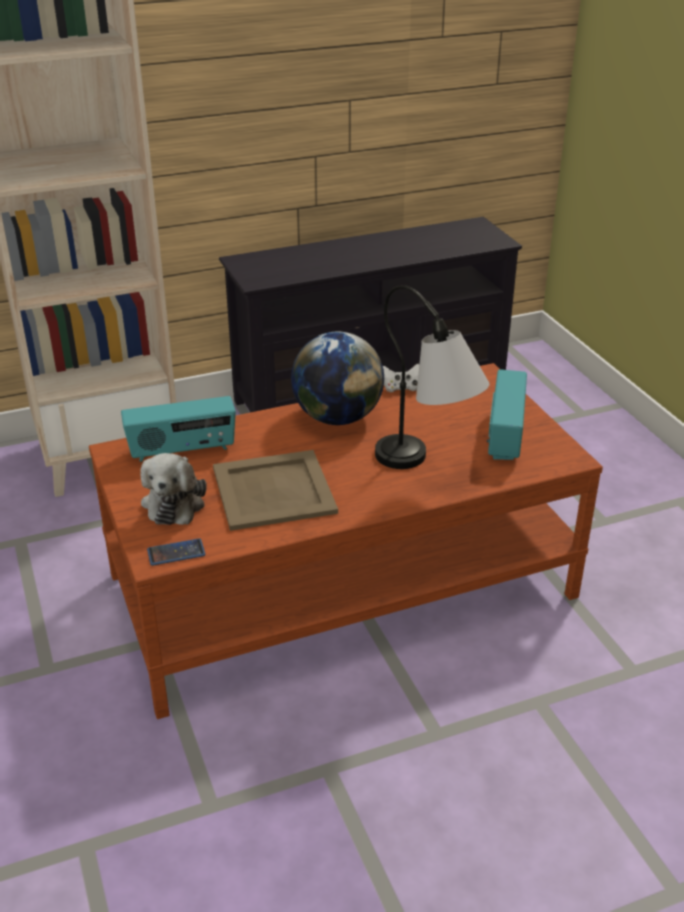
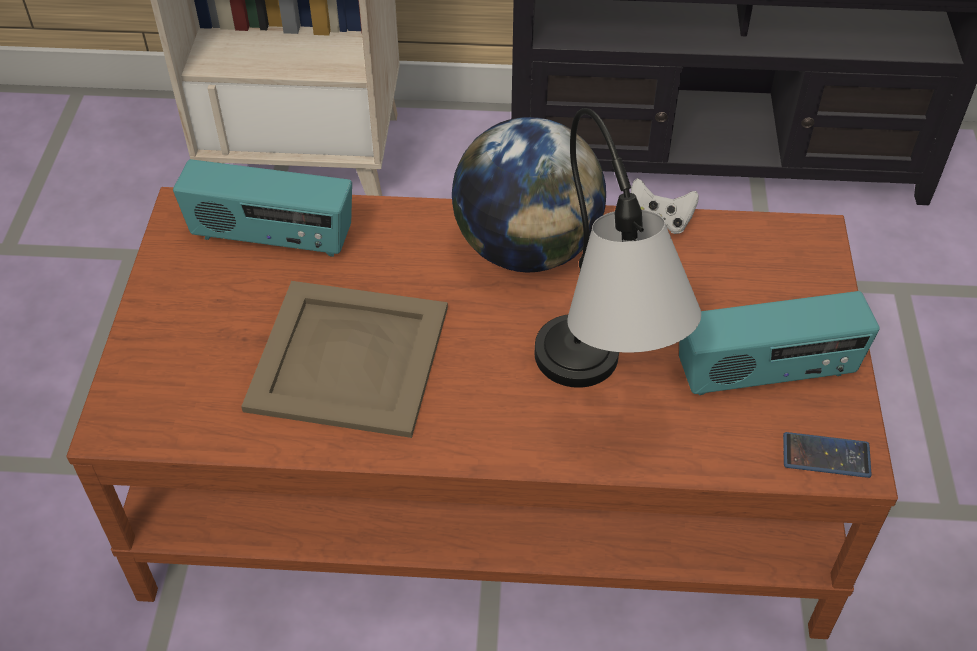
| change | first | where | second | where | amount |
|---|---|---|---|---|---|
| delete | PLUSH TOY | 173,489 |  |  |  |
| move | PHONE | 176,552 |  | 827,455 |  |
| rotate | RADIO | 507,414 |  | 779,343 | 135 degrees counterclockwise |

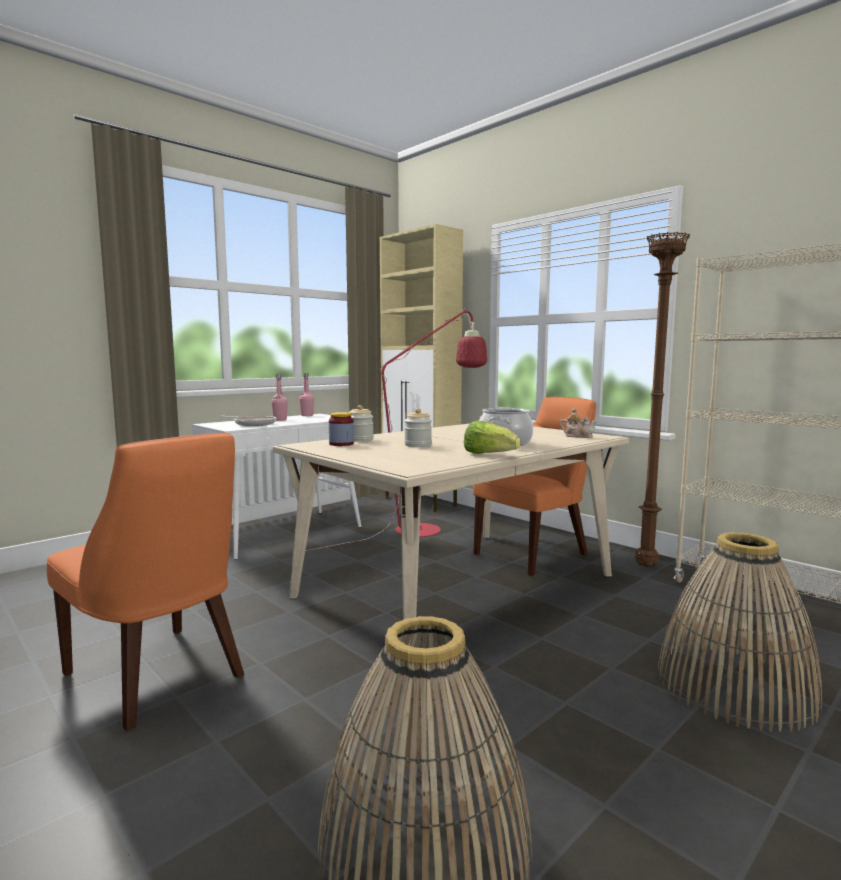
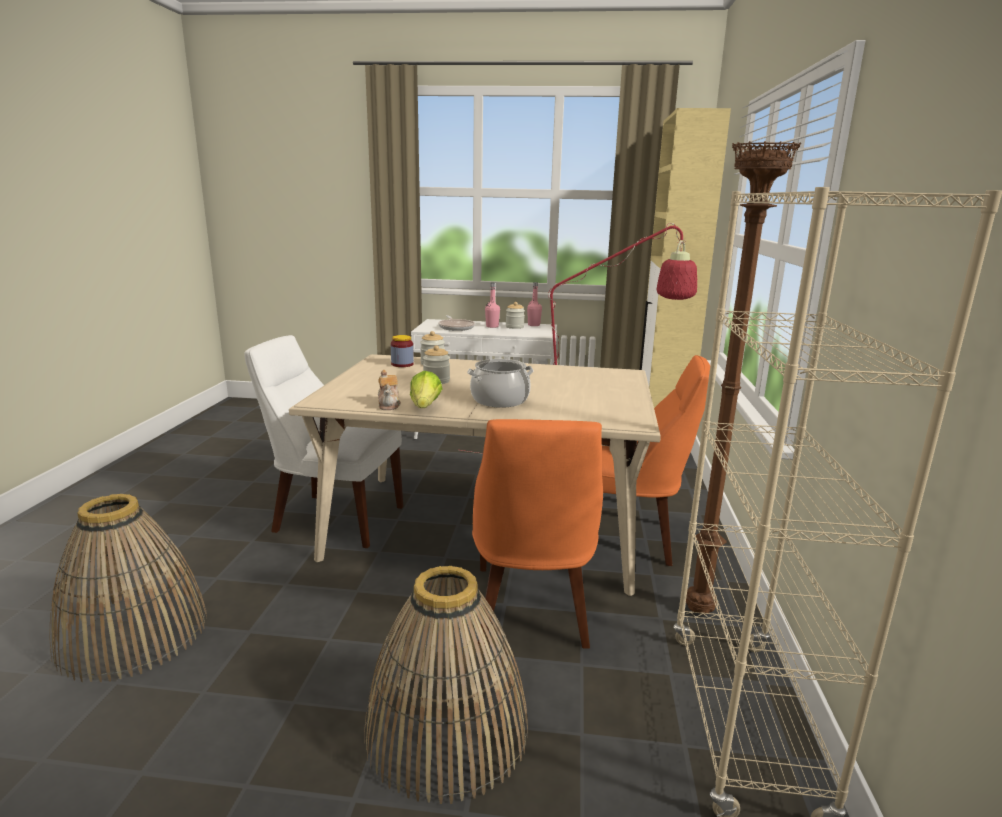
| change | first | where | second | where | amount |
|---|---|---|---|---|---|
| move | ORANGE CHAIR | 145,582 |  | 537,534 |  |
| move | TEAPOT | 578,423 |  | 389,390 |  |
| insert |  |  | WHITE CHAIR | 323,441 |  |
| insert |  |  | JAR | 515,315 |  |

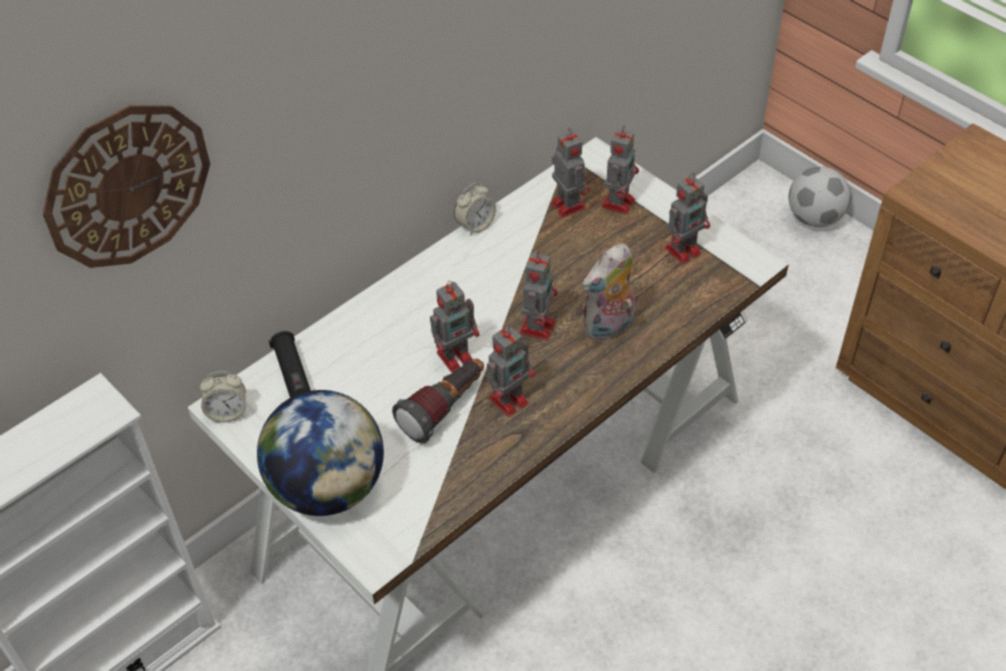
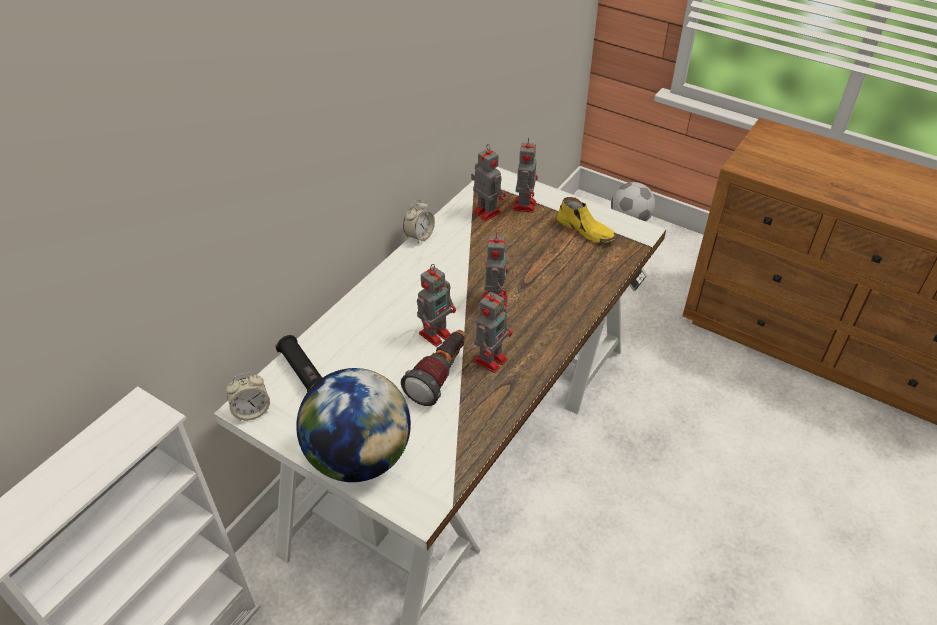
| change | first | where | second | where | amount |
|---|---|---|---|---|---|
| delete | WALL CLOCK | 126,186 |  |  |  |
| delete | PLUSH TOY | 608,293 |  |  |  |
| replace | TOY ROBOT | 687,218 | YELLOW SHOE | 586,220 |  |

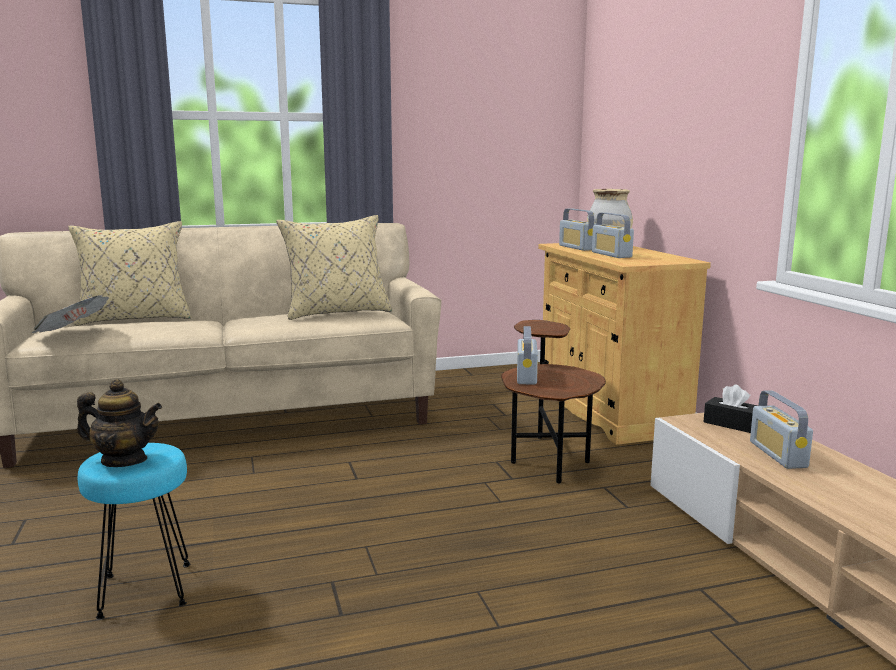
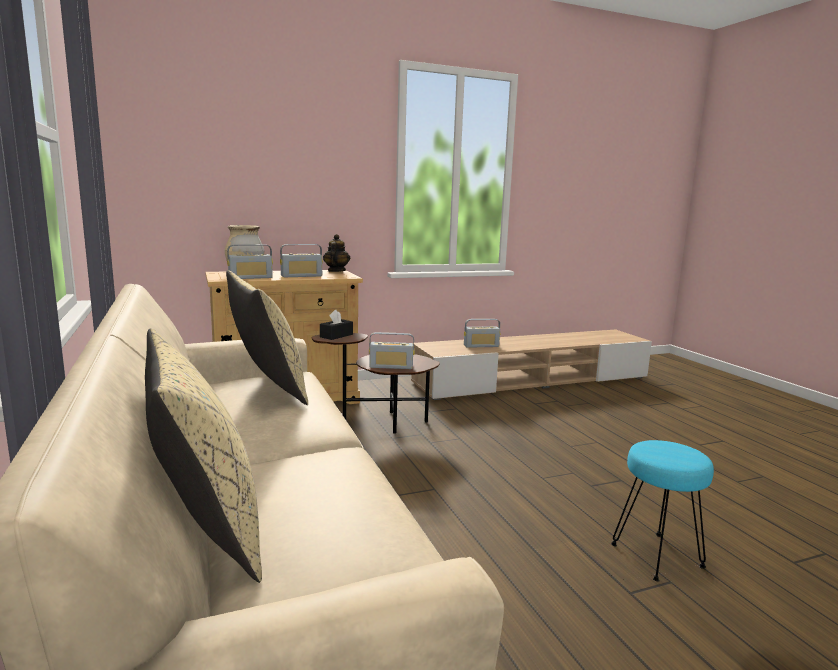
| change | first | where | second | where | amount |
|---|---|---|---|---|---|
| delete | NEWSPAPER | 70,314 |  |  |  |
| move | TEAPOT | 119,423 |  | 336,253 |  |
| move | BLACK TISSUE BOX | 731,409 |  | 336,325 |  |

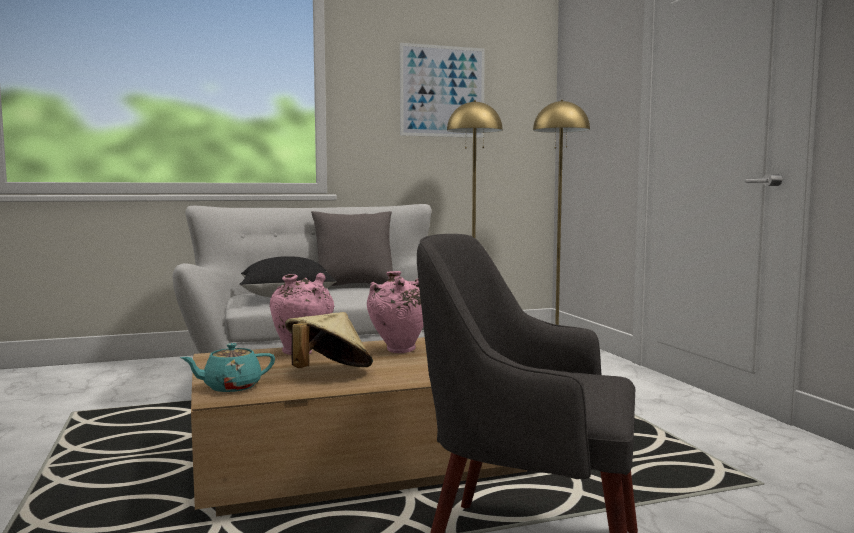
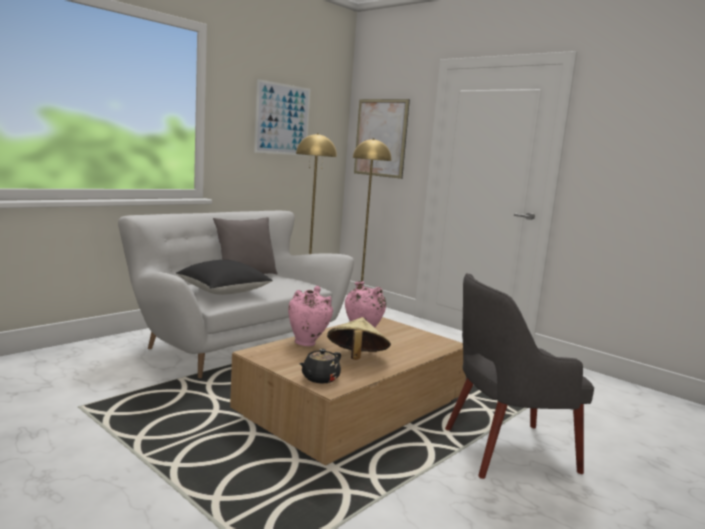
| change | first | where | second | where | amount |
|---|---|---|---|---|---|
| recolor | TURQUOISE TEAPOT | 227,367 | BLACK TEAPOT | 320,366 |  |
| insert |  |  | PICTURE | 382,139 |  |

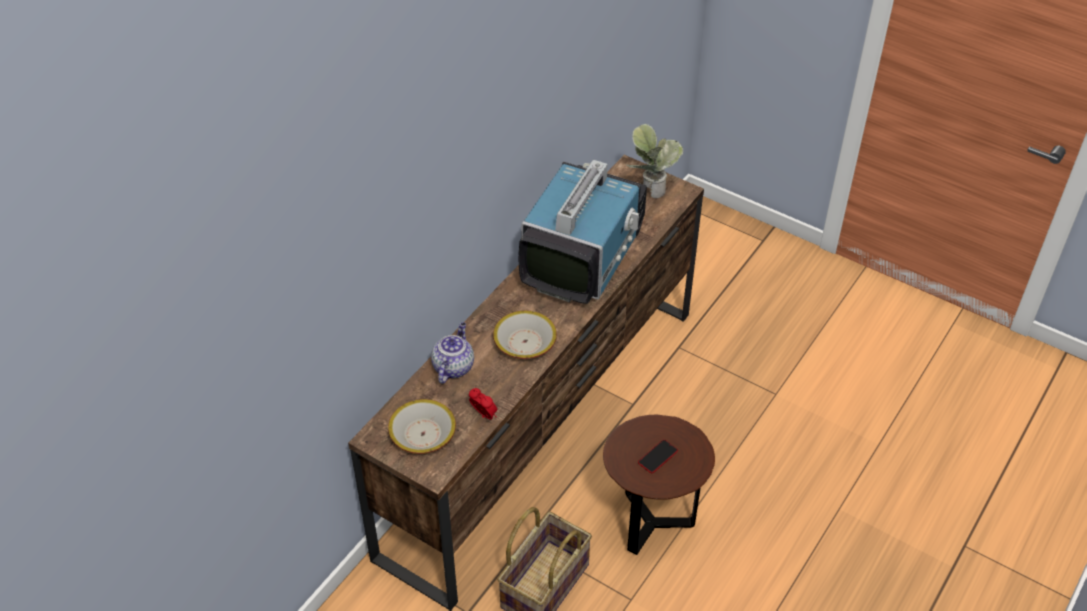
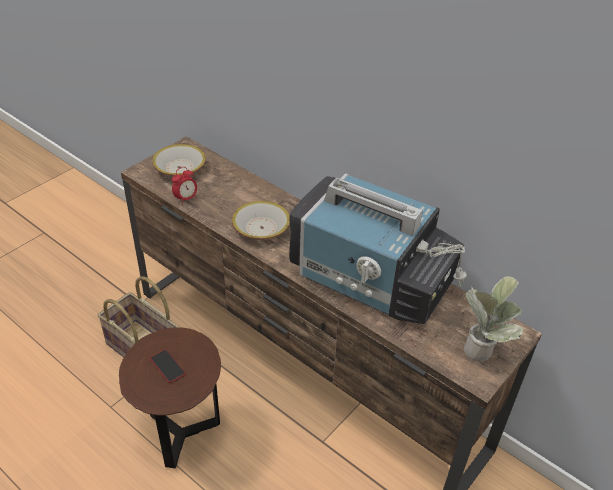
| change | first | where | second | where | amount |
|---|---|---|---|---|---|
| delete | TEAPOT | 452,353 |  |  |  |

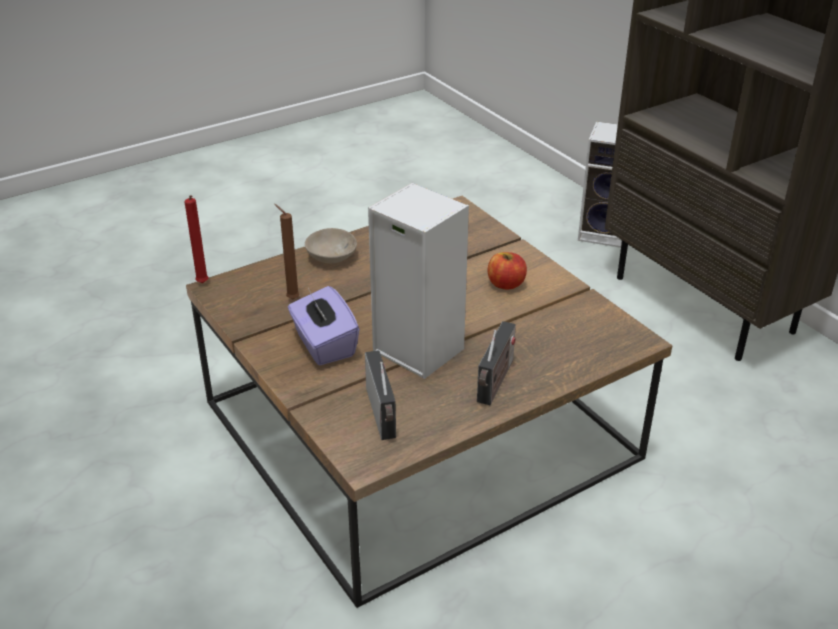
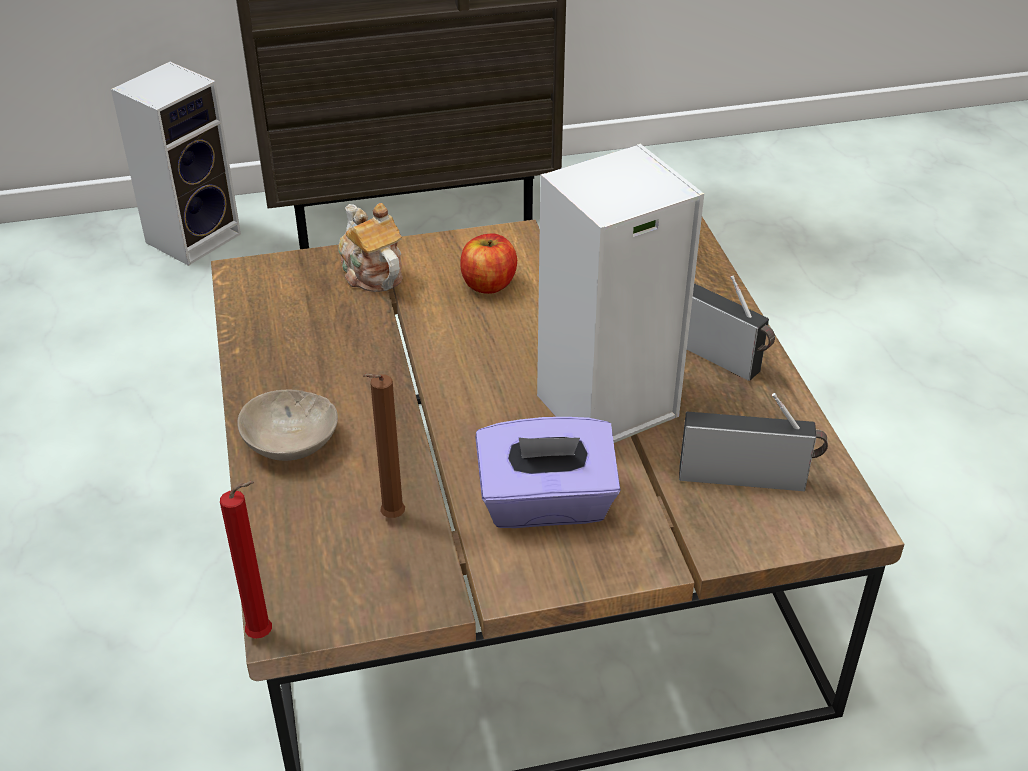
| change | first | where | second | where | amount |
|---|---|---|---|---|---|
| insert |  |  | TEAPOT | 370,247 |  |

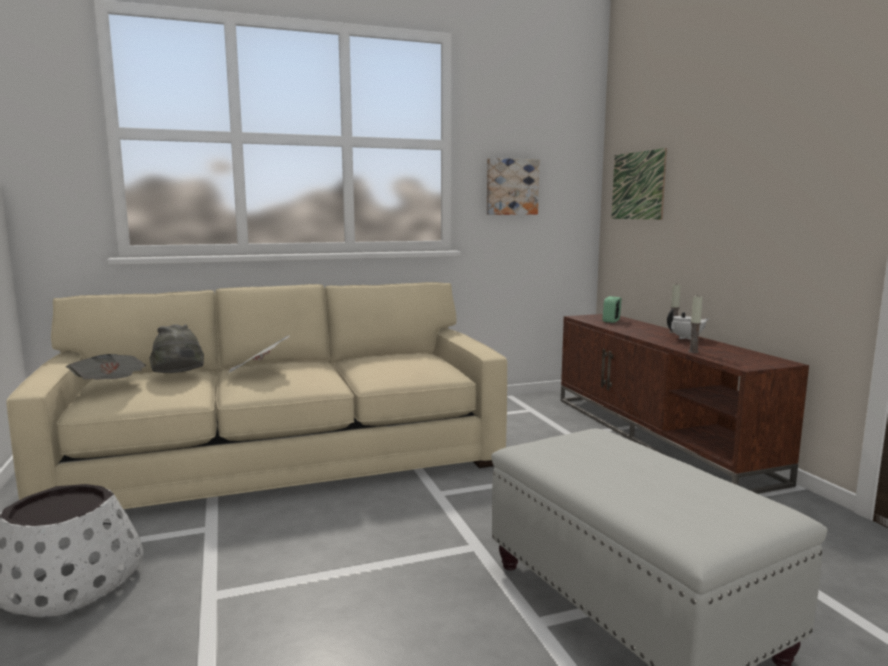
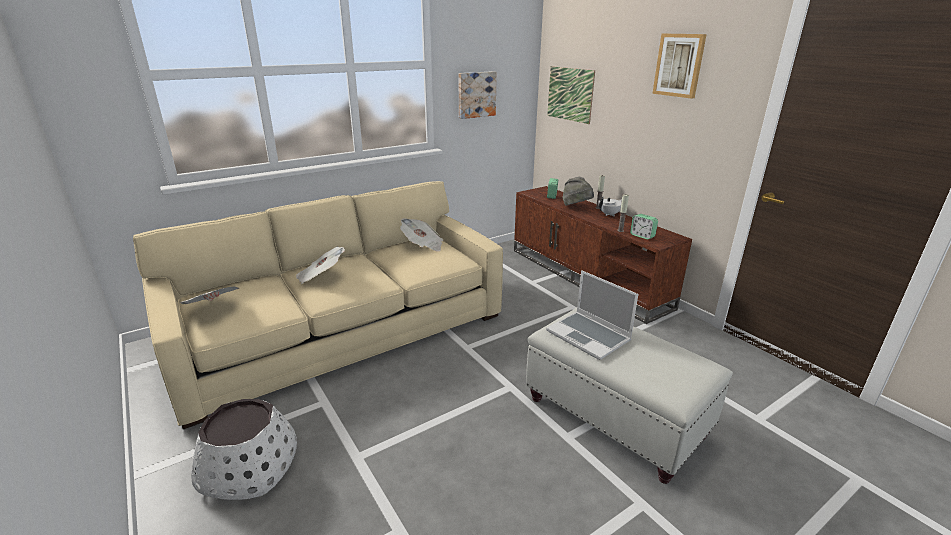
| change | first | where | second | where | amount |
|---|---|---|---|---|---|
| move | GREY HAT | 177,348 |  | 578,191 |  |
| insert |  |  | NEWSPAPER | 421,235 |  |
| insert |  |  | LAPTOP | 592,315 |  |
| insert |  |  | ALARM CLOCK | 644,226 |  |
| insert |  |  | PICTURE | 679,66 |  |

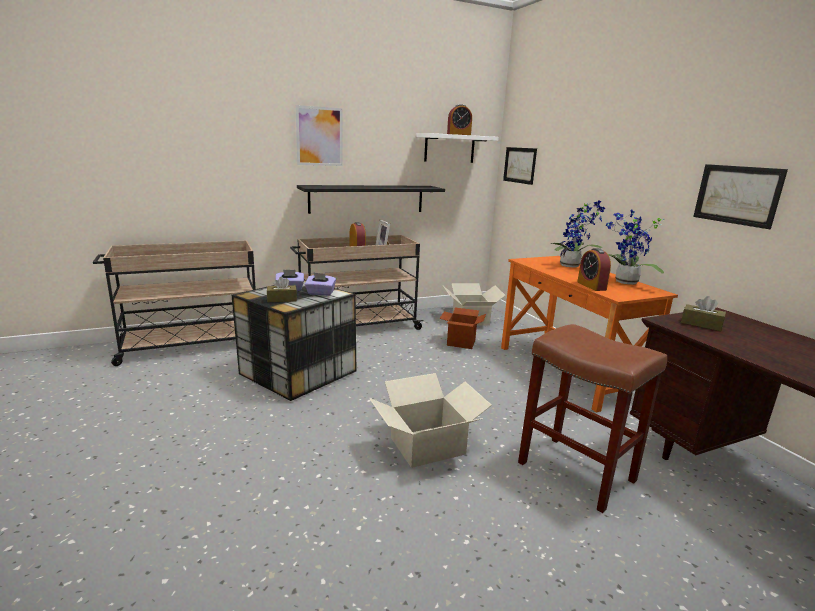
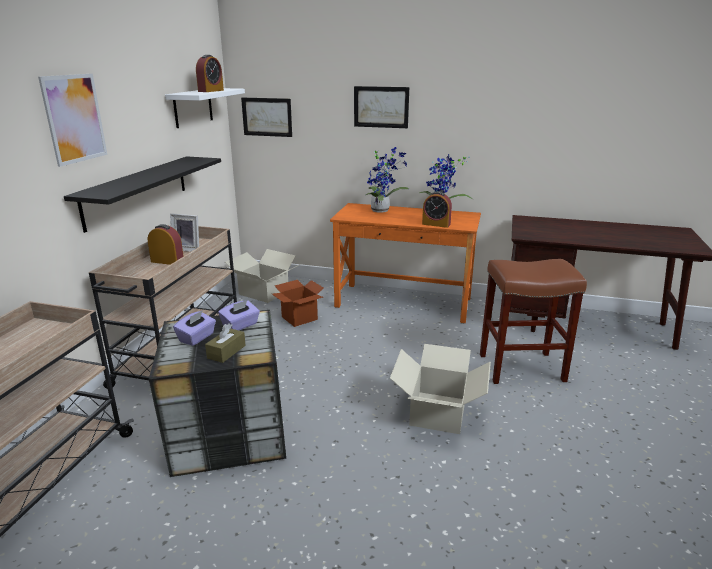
| change | first | where | second | where | amount |
|---|---|---|---|---|---|
| delete | BROWN TISSUE BOX | 703,313 |  |  |  |
| move | PICTURE | 740,196 |  | 381,107 |  |

